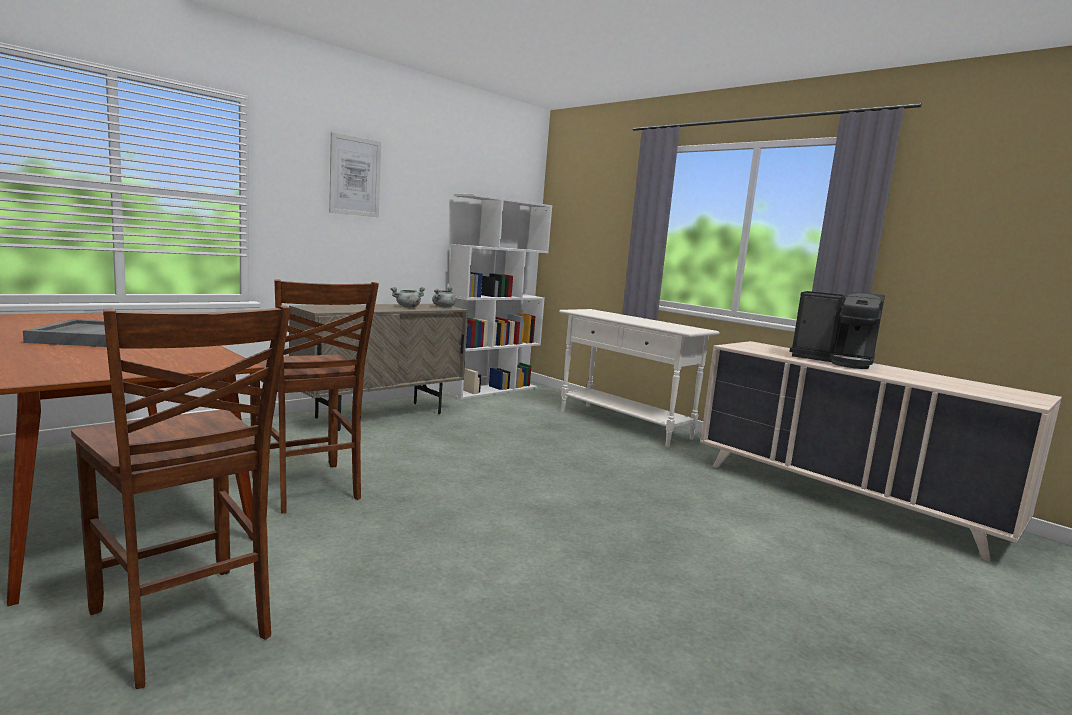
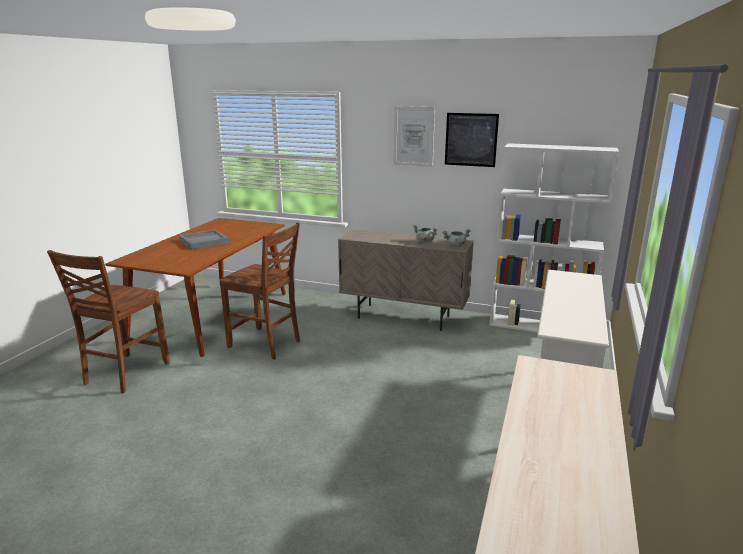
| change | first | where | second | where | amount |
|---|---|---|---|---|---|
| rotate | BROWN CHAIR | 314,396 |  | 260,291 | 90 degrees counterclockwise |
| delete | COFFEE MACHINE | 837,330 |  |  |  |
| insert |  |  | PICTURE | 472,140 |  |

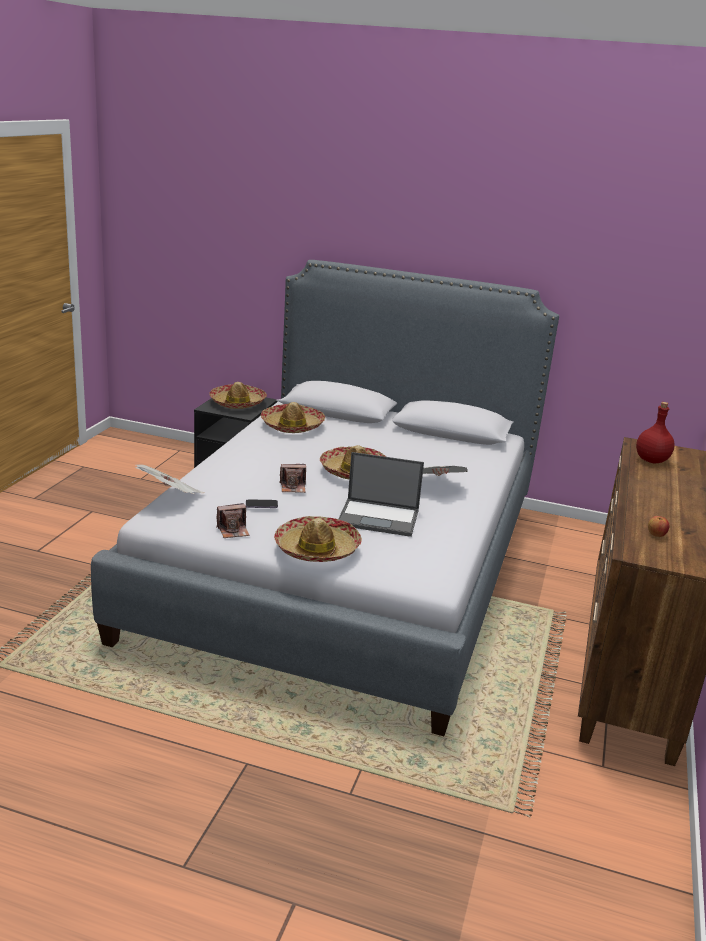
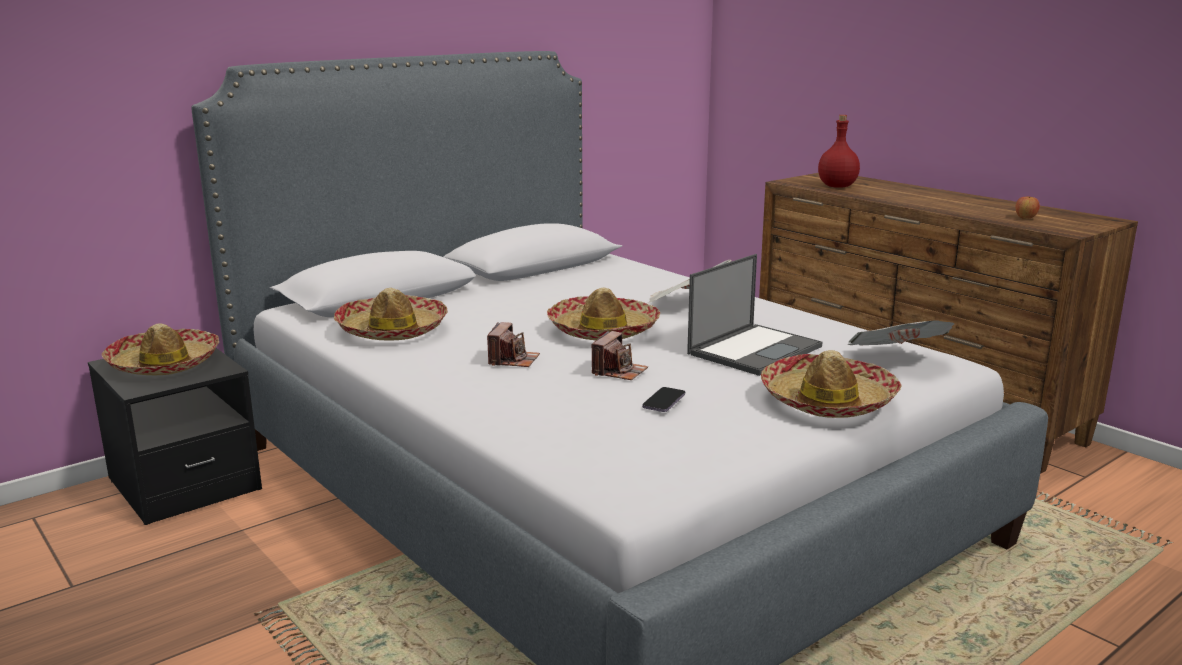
| change | first | where | second | where | amount |
|---|---|---|---|---|---|
| move | NEWSPAPER | 170,479 |  | 900,333 |  |
| move | PHOTO CAMERA | 232,520 |  | 513,344 |  |

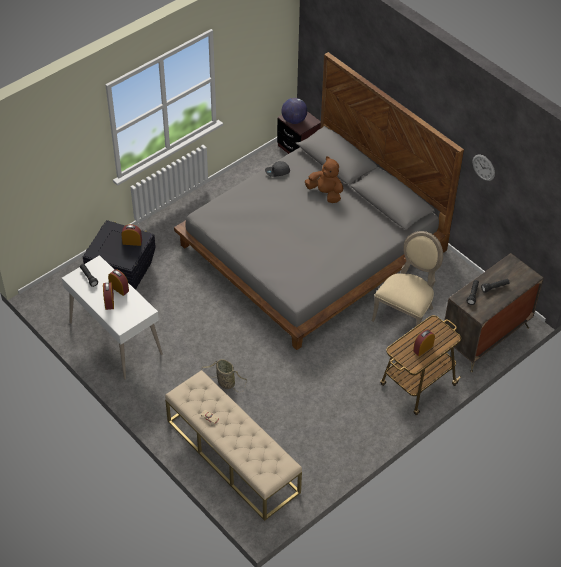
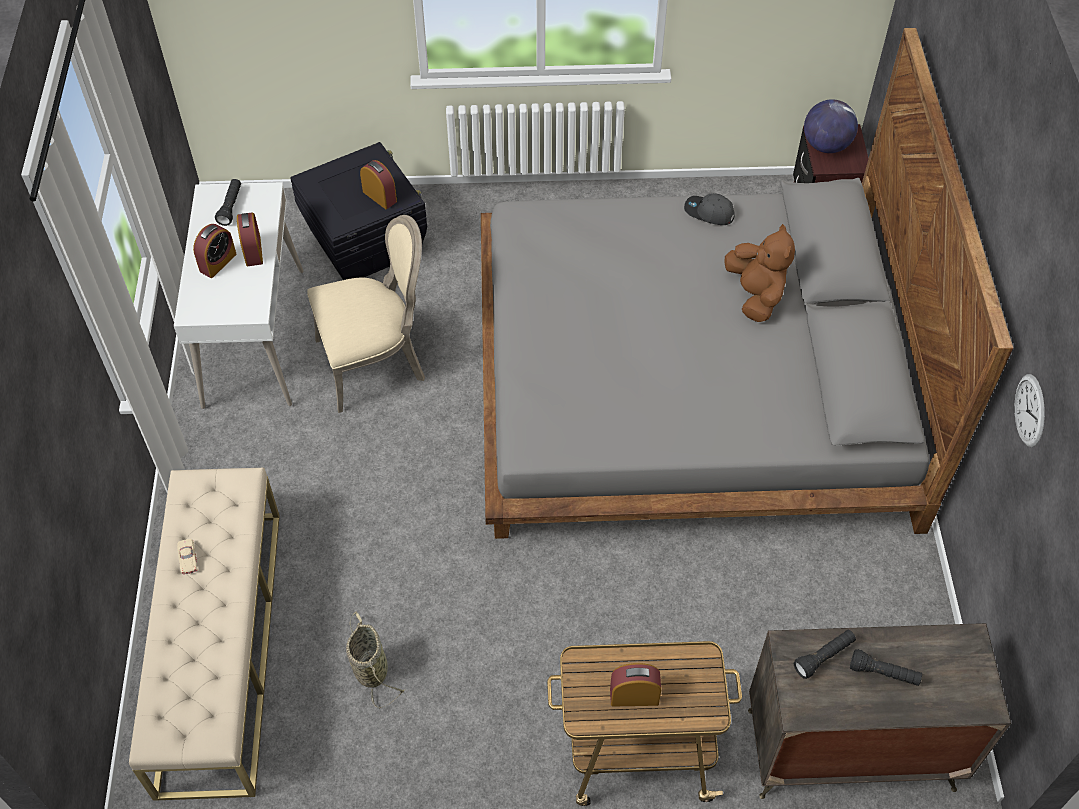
| change | first | where | second | where | amount |
|---|---|---|---|---|---|
| move | BASKET | 224,375 |  | 375,660 |  |
| move | BEIGE CHAIR | 407,283 |  | 366,314 |  |

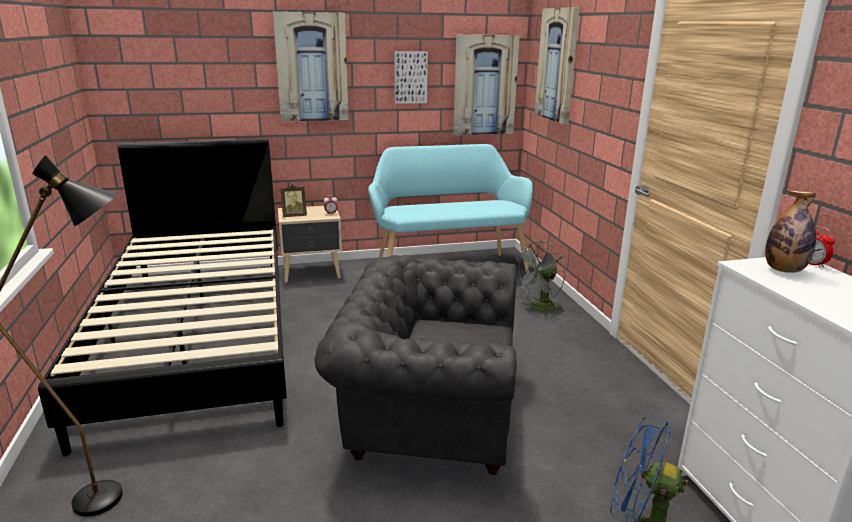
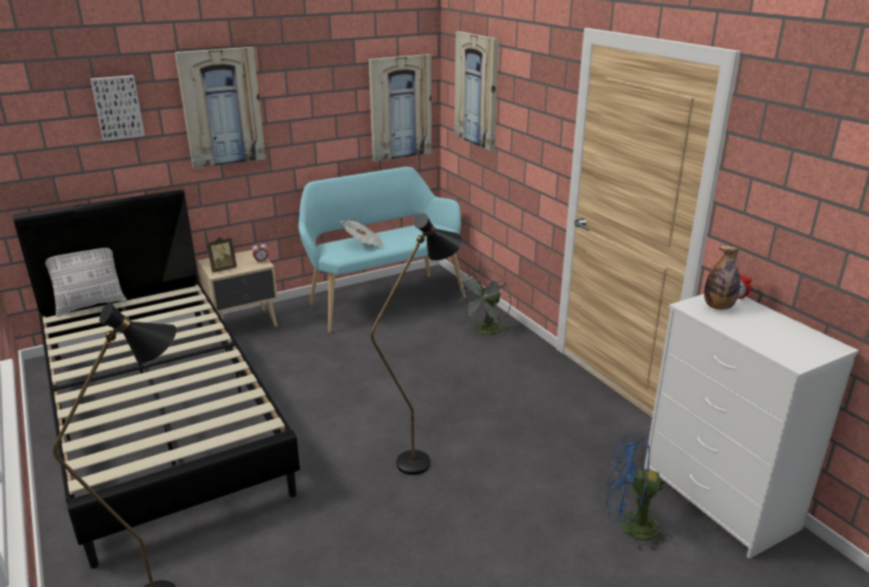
| change | first | where | second | where | amount |
|---|---|---|---|---|---|
| replace | GREY ARMCHAIR | 416,365 | BLACK FLOOR LAMP | 416,344 |  |
| move | PICTURE | 411,78 |  | 117,108 |  |
| insert |  |  | PILLOW | 86,282 |  |
| insert |  |  | NEWSPAPER | 363,233 |  |

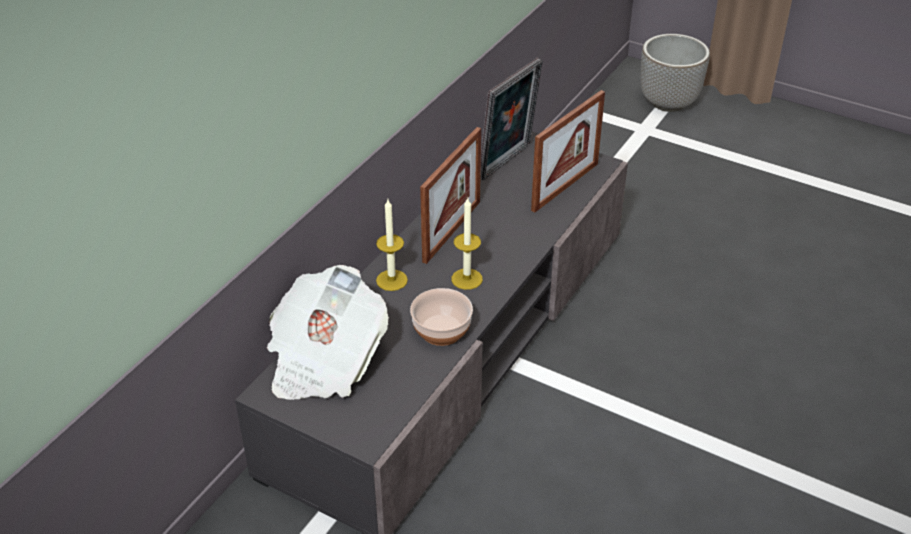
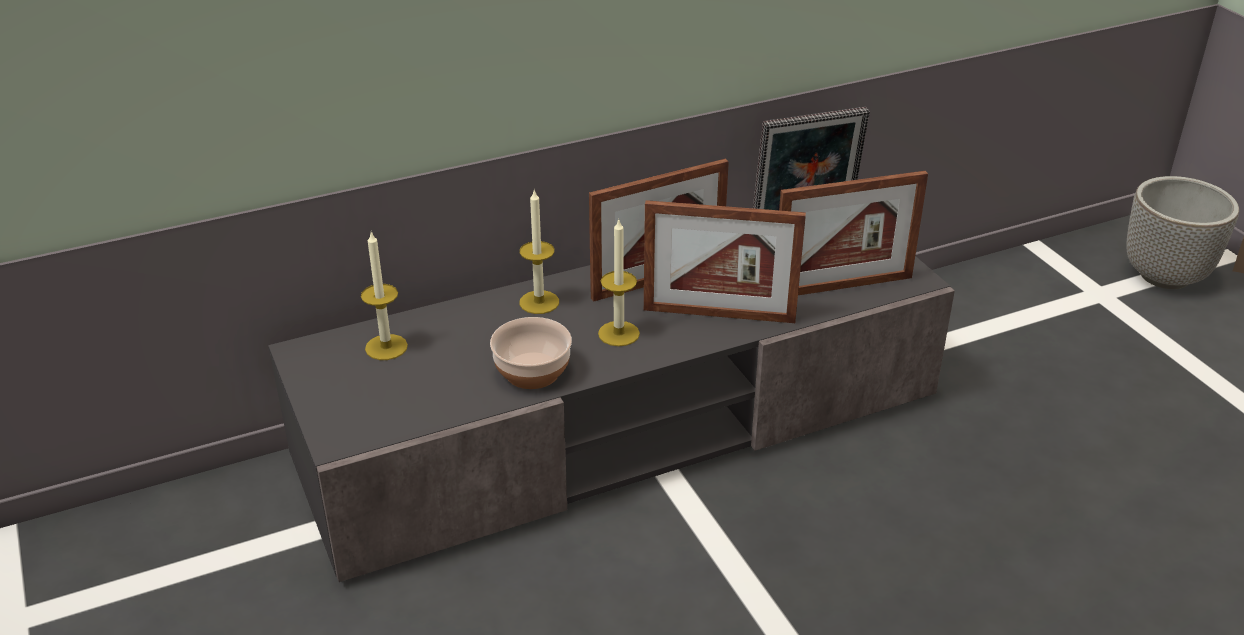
| change | first | where | second | where | amount |
|---|---|---|---|---|---|
| replace | NEWSPAPER | 328,332 | CANDLE | 384,296 |  |
| insert |  |  | PICTURE FRAME | 725,261 |  |

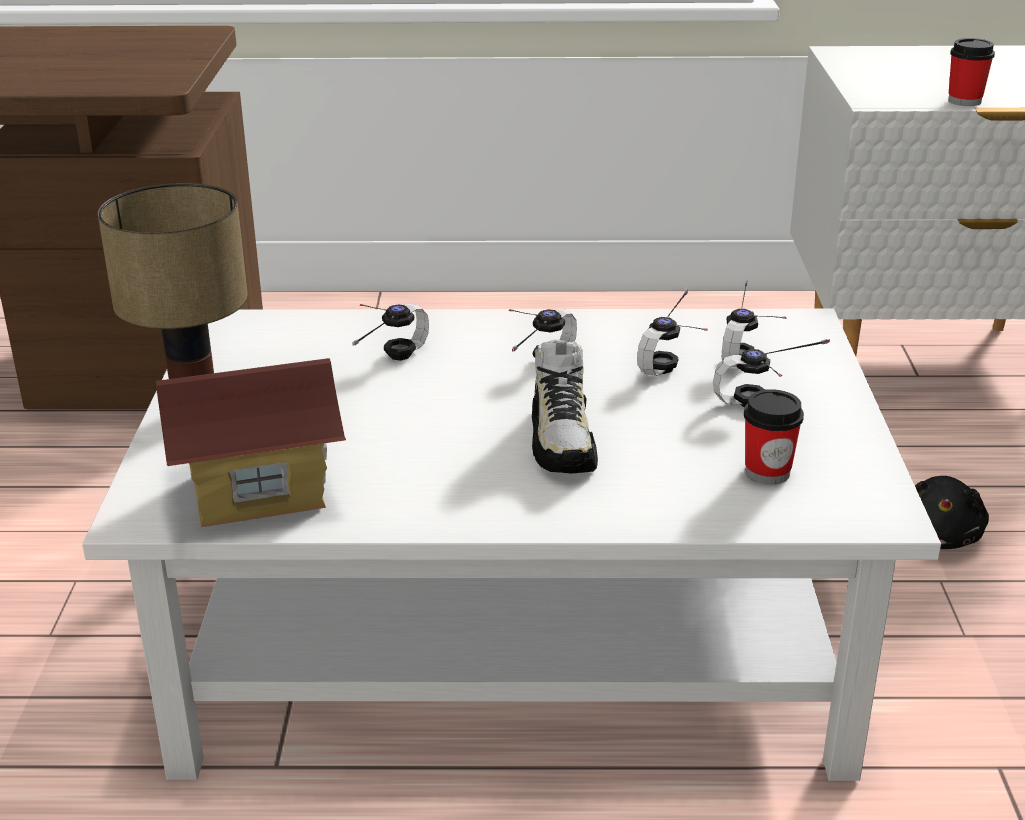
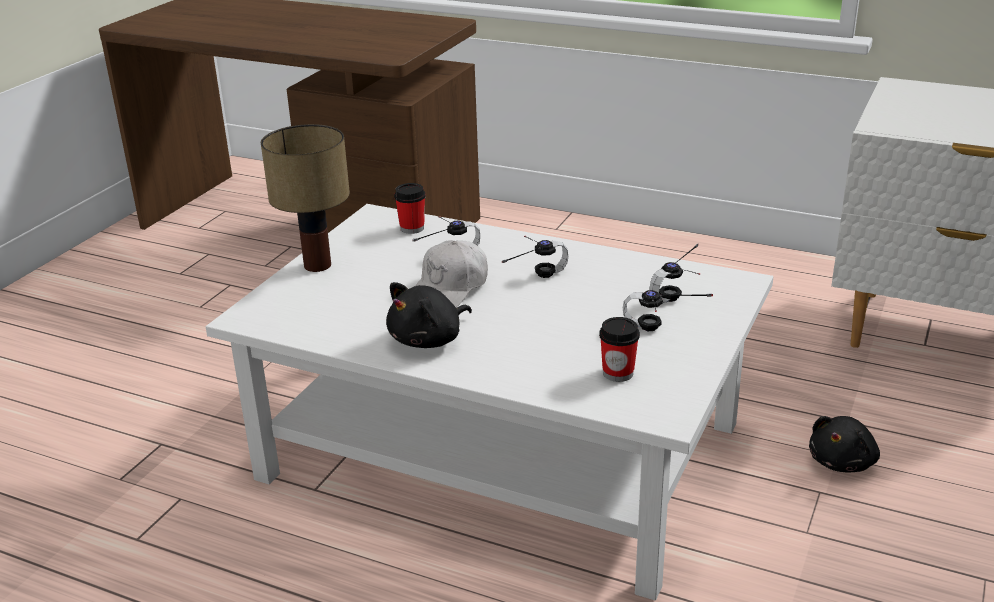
| change | first | where | second | where | amount |
|---|---|---|---|---|---|
| delete | TOY HOUSE | 251,442 |  |  |  |
| delete | SHOE | 565,407 |  |  |  |
| delete | HEADPHONES | 672,332 |  |  |  |
| move | CUP | 971,72 |  | 410,208 |  |
| insert |  |  | BLACK PLUSH TOY | 429,315 |  |
| insert |  |  | WHITE CAP | 451,274 |  |

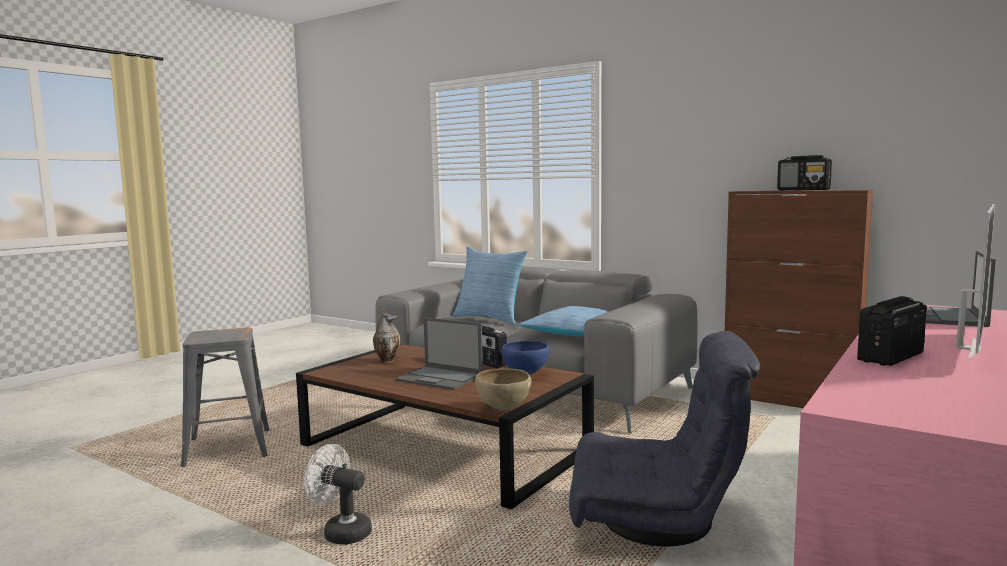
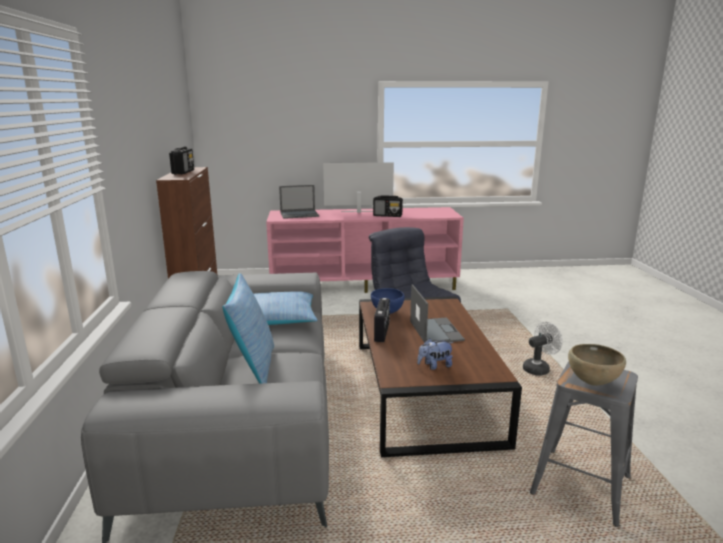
| change | first | where | second | where | amount |
|---|---|---|---|---|---|
| rotate | WHITE FAN | 338,494 |  | 543,349 | 105 degrees counterclockwise |
| replace | VASE | 386,335 | PLUSH TOY | 435,354 |  |
| move | BROWN BOWL | 503,389 |  | 597,365 |  |

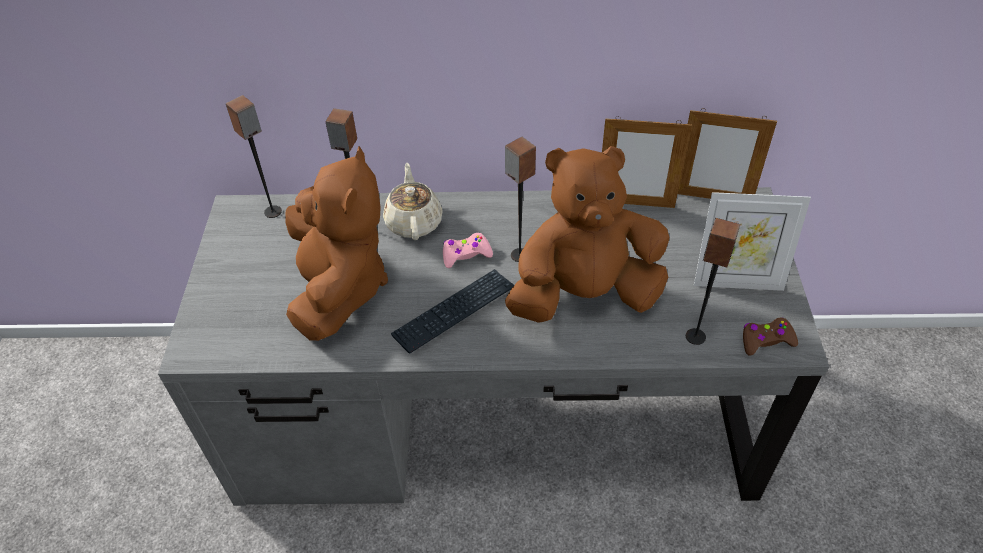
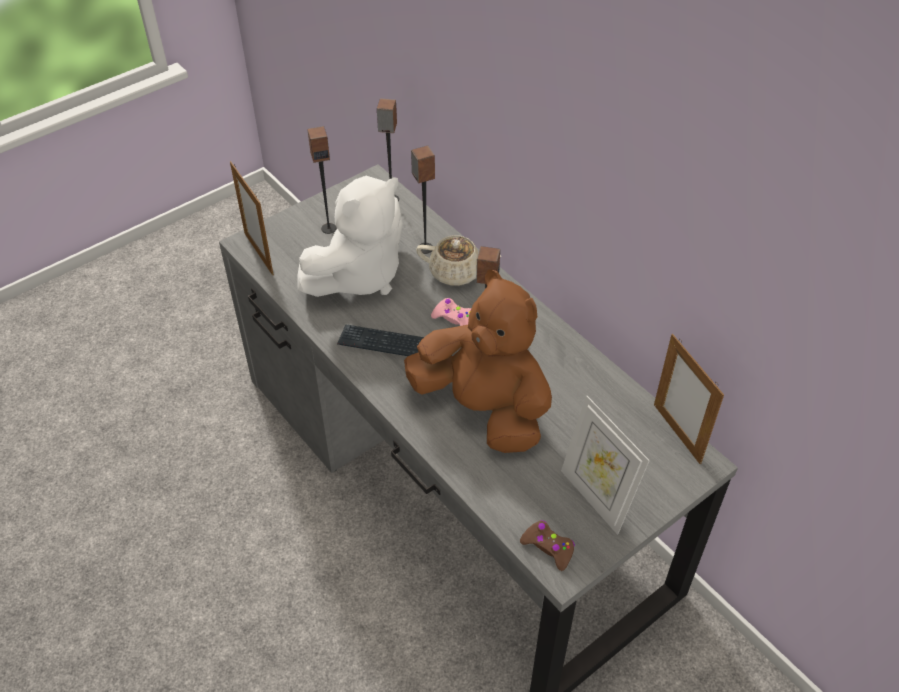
| change | first | where | second | where | amount |
|---|---|---|---|---|---|
| recolor | BROWN PLUSH TOY | 336,243 | WHITE PLUSH TOY | 350,236 |  |
| rotate | BEIGE TEAPOT | 413,201 |  | 458,260 | 60 degrees clockwise |
| move | PICTURE FRAME | 647,162 |  | 252,218 |  |
| move | SPEAKER | 713,281 |  | 322,180 |  |

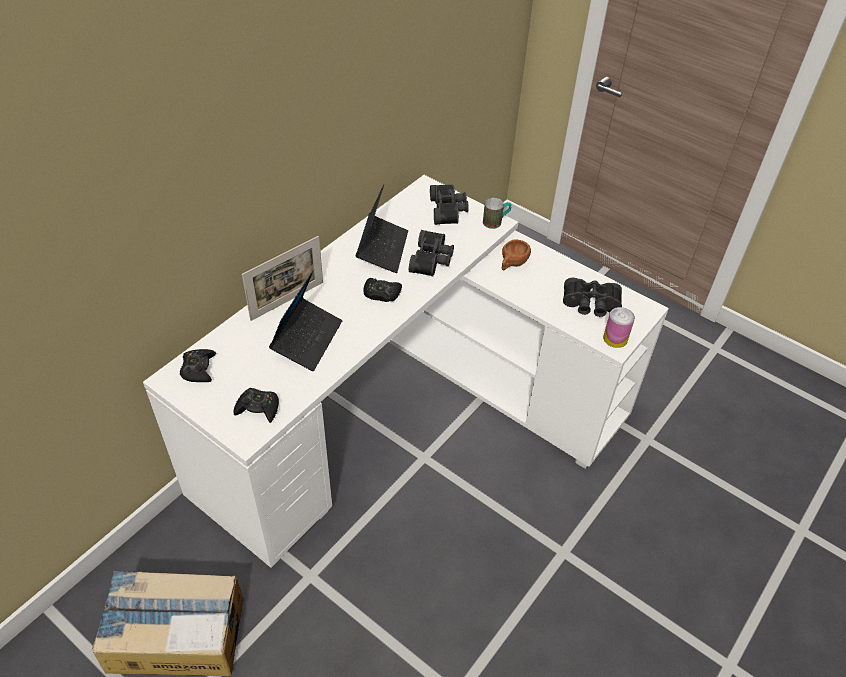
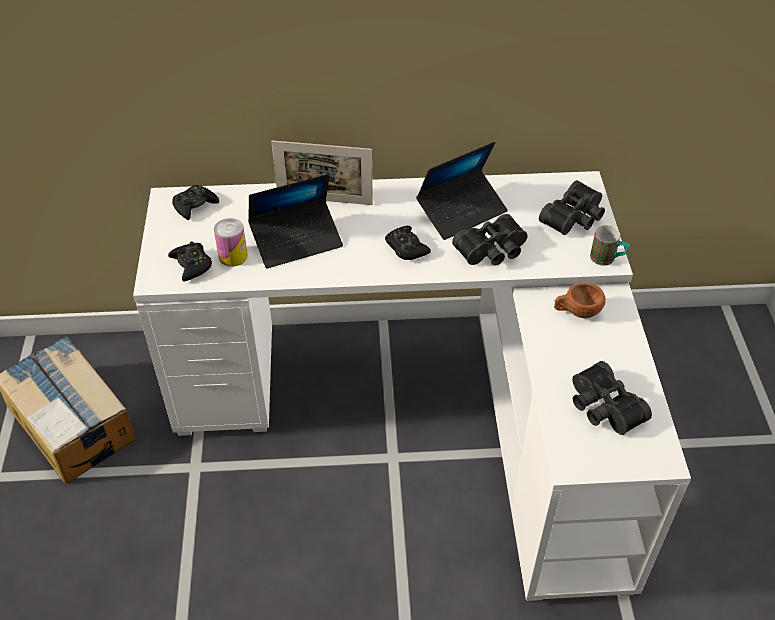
| change | first | where | second | where | amount |
|---|---|---|---|---|---|
| move | CAN | 619,327 |  | 231,242 |  |

